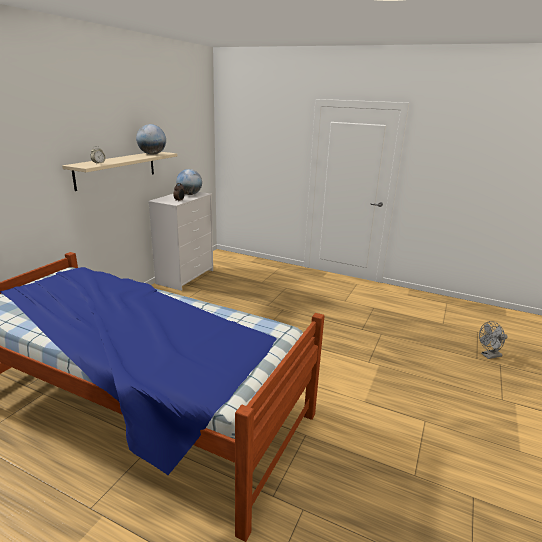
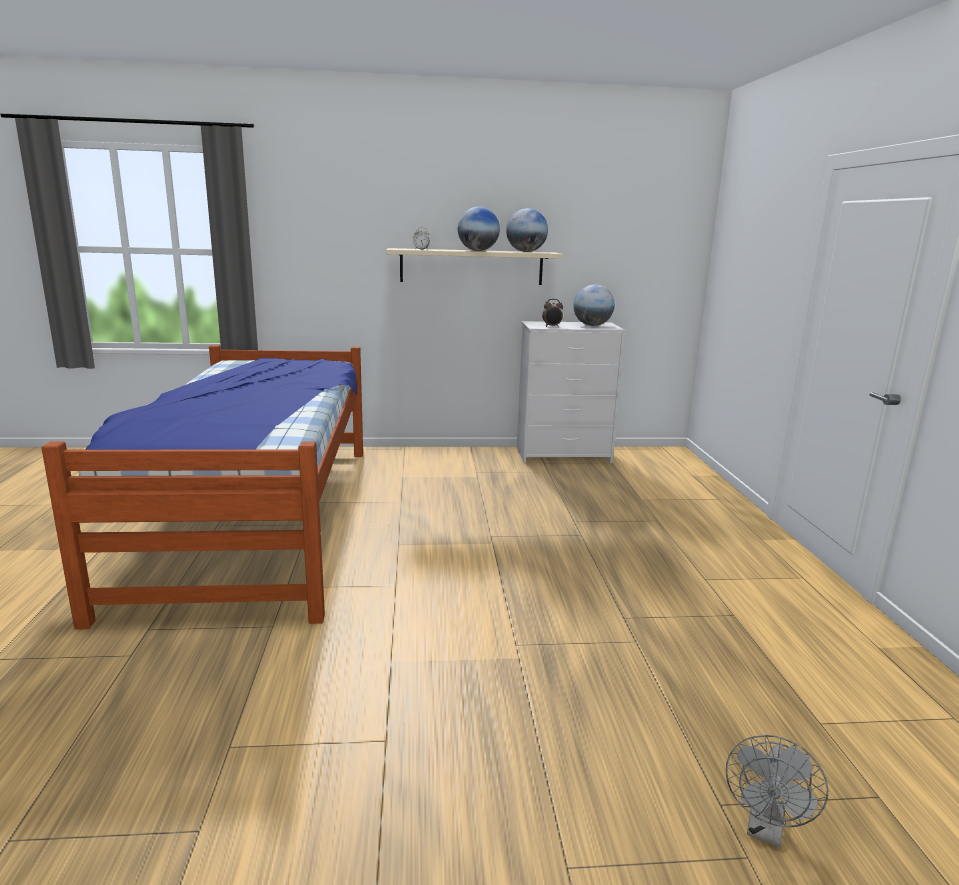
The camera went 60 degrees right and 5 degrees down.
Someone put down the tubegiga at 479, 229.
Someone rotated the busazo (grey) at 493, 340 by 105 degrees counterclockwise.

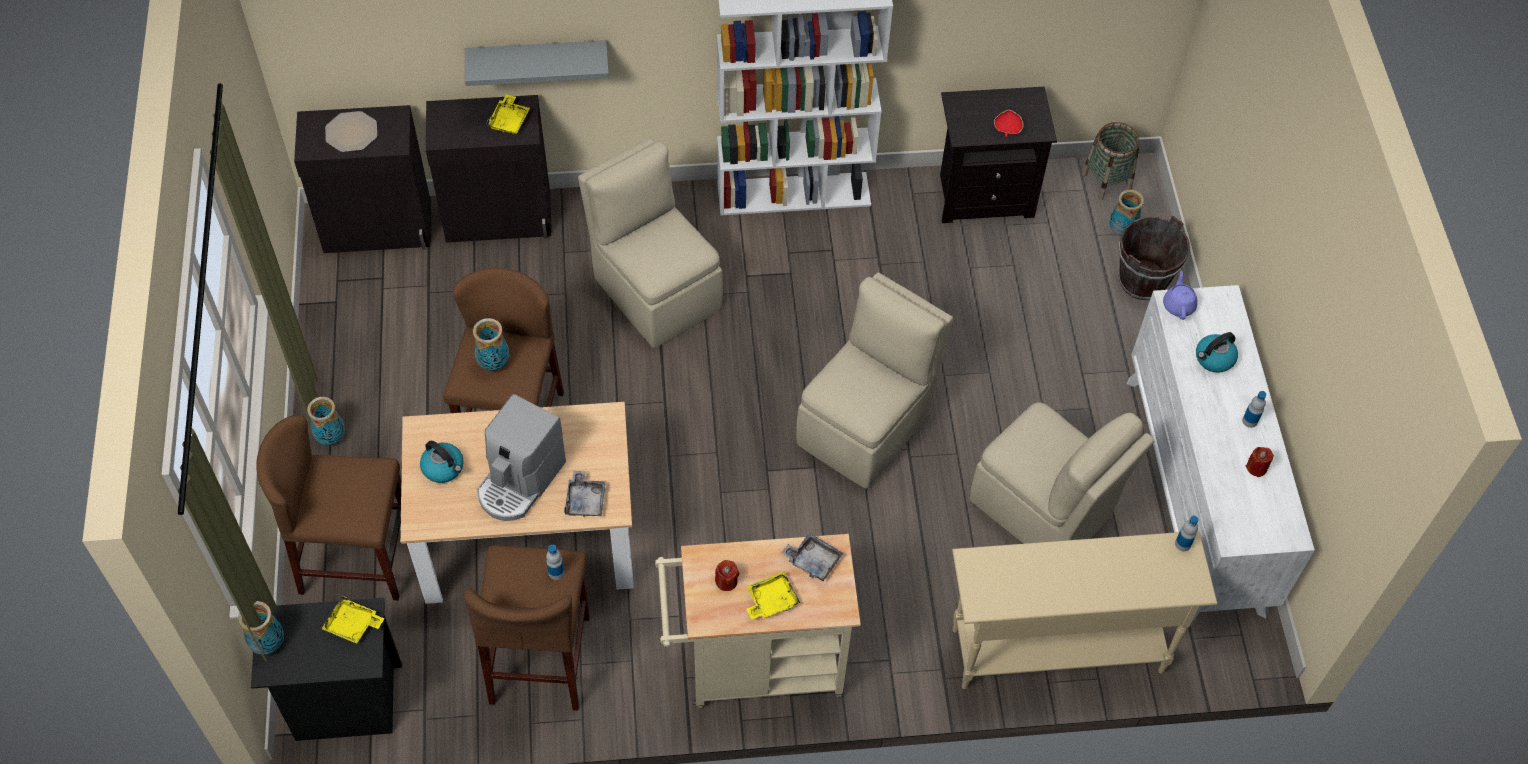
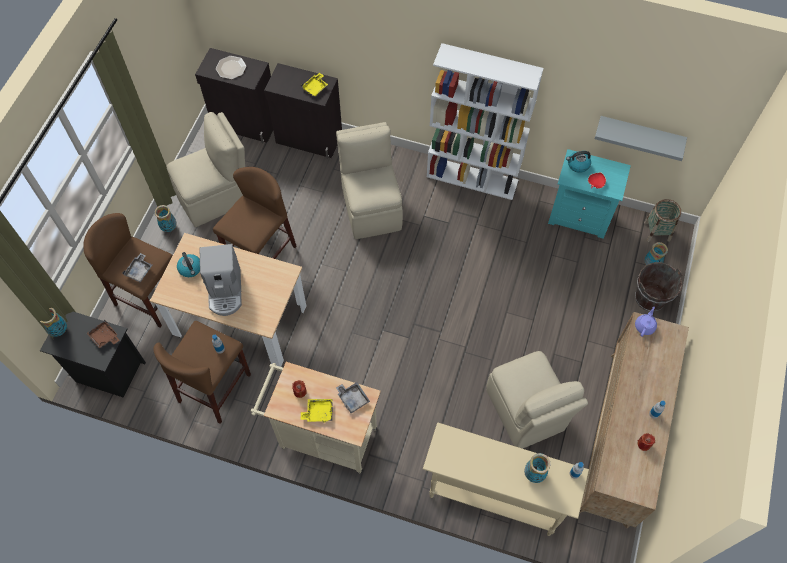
The camera went 25 degrees right and 5 degrees up.
Someone repainted the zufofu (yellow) at 352, 620, which became the zufofu (brown) at 103, 333.
Someone carried the zufofu (grey) from 585, 494 to 137, 267.
Someone carried the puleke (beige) from 874, 380 to 206, 169.
Someone rotated the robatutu at 521, 457 by 60 degrees counterclockwise.
Someone carried the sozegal from 491, 344 to 537, 468.
Someone repainted the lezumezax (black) at 998, 155, which became the lezumezax (turquoise) at 589, 194.
Someone carried the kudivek from 1217, 352 to 578, 162.
Someone repainted the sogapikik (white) at 1220, 453, which became the sogapikik (brown) at 634, 420.
Someone carried the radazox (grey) from 537, 63 to 641, 138.

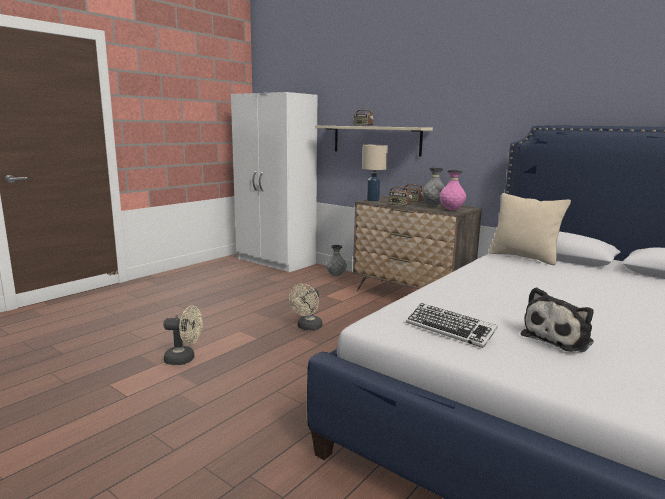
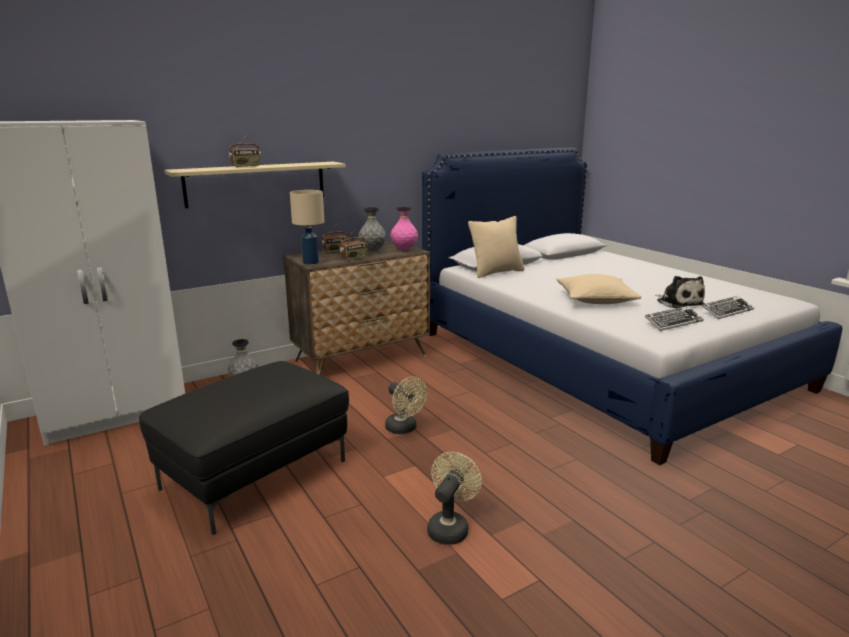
The camera went 70 degrees left and 5 degrees up.
Someone put down the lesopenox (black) at 244, 448.
Someone put down the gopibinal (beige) at 598, 289.
Someone put down the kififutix at 728, 307.

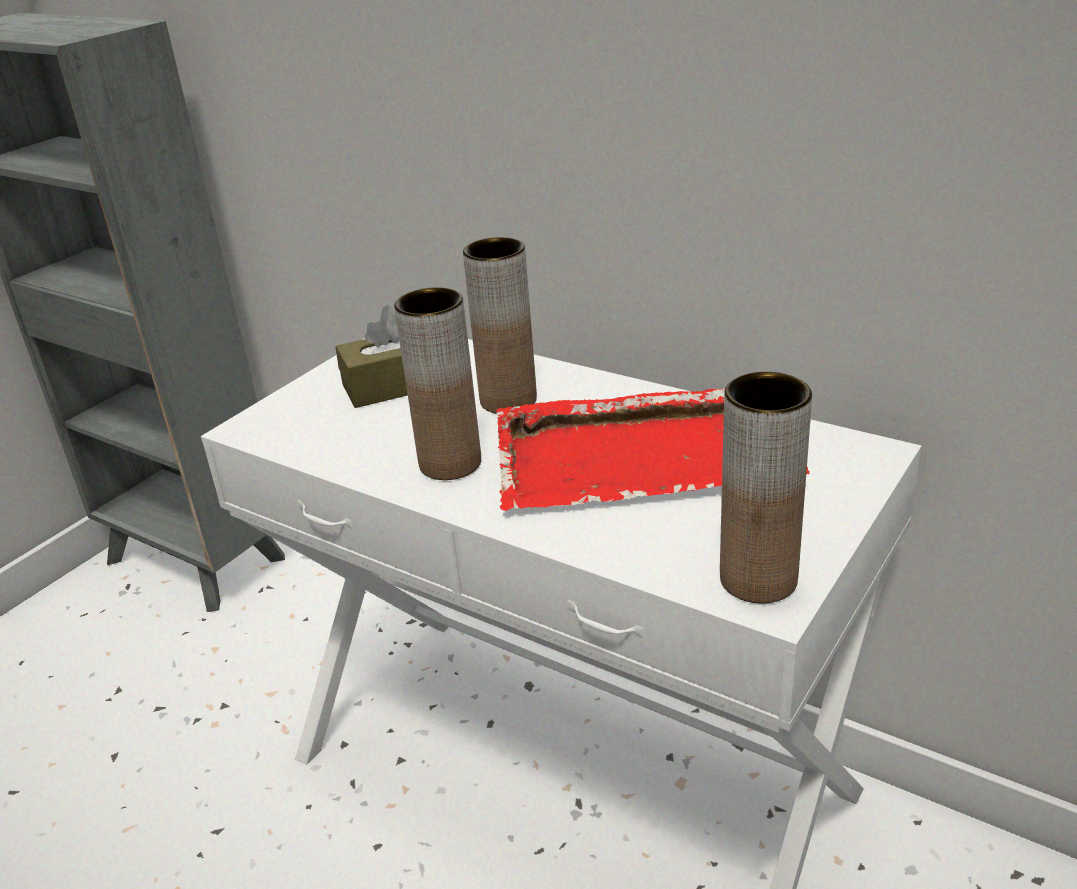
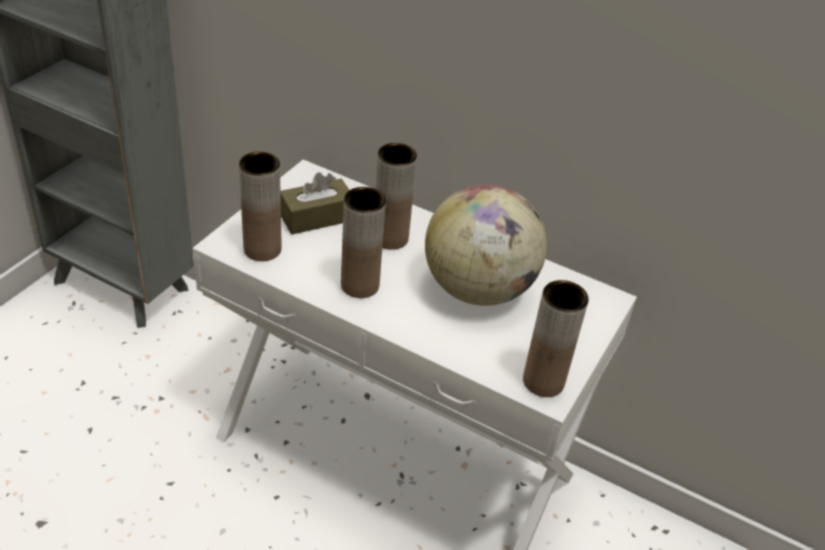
The camera went 10 degrees left and 10 degrees up.
Someone put down the sozegal (brown) at 260, 206.
Someone swapped the zufofu (red) at 653, 449 for the tubegiga at 486, 245.

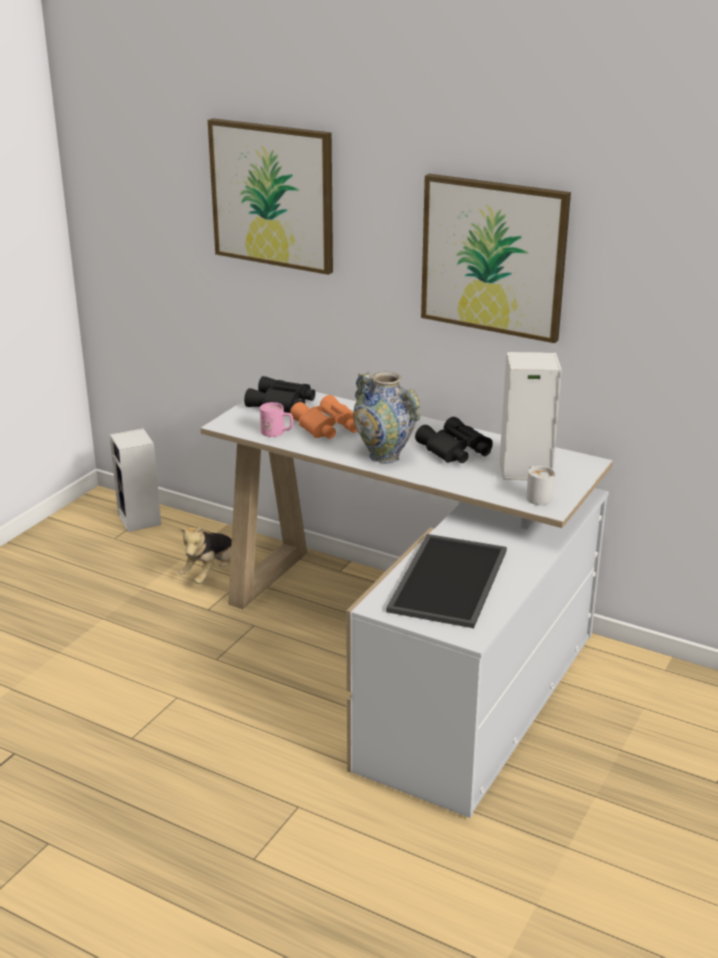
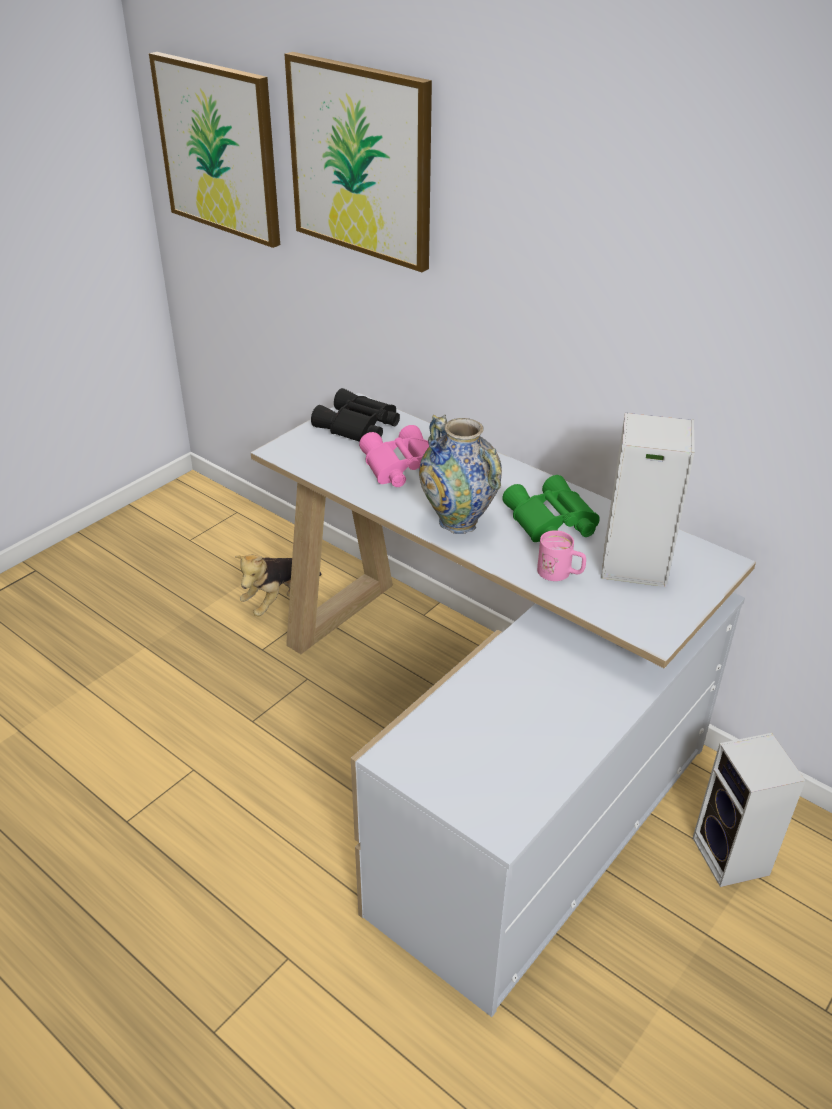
The camera went 10 degrees right and 10 degrees up.
Someone carried the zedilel from 496, 258 to 214, 150.
Someone repainted the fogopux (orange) at 323, 417, which became the fogopux (pink) at 394, 456.
Someone repainted the fogopux (black) at 454, 440, which became the fogopux (green) at 551, 508.
Someone carried the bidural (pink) from 276, 419 to 561, 555.
Someone carried the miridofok from 135, 480 to 749, 810.
Someone took away the zufofu at 446, 581.
Someone took away the bidural (white) at 540, 485.

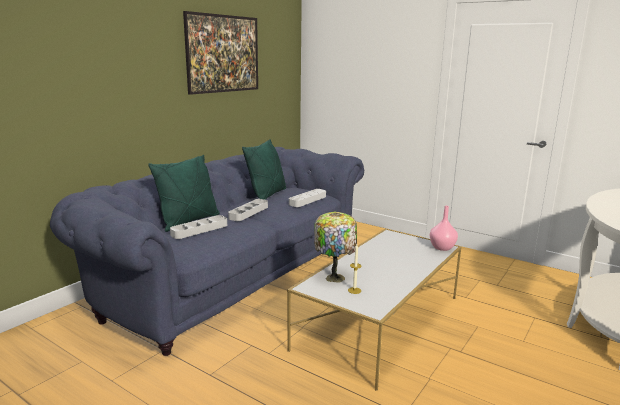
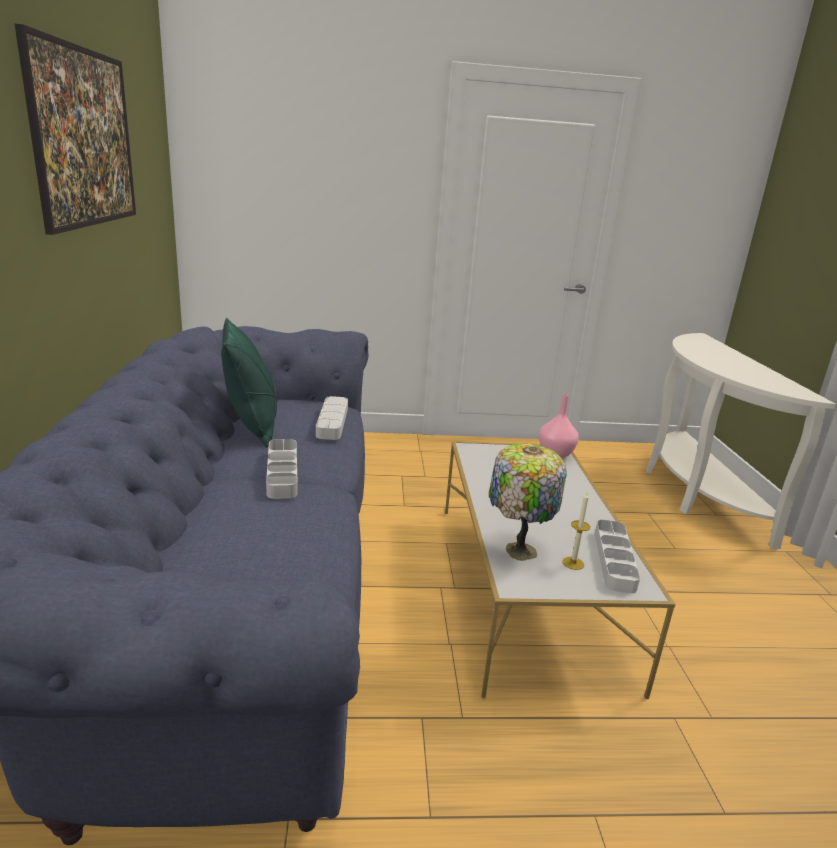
The camera went 40 degrees left and 5 degrees up.
Someone carried the zufofu (grey) from 198, 227 to 617, 556.
Someone took away the gopibinal (green) at 184, 193.

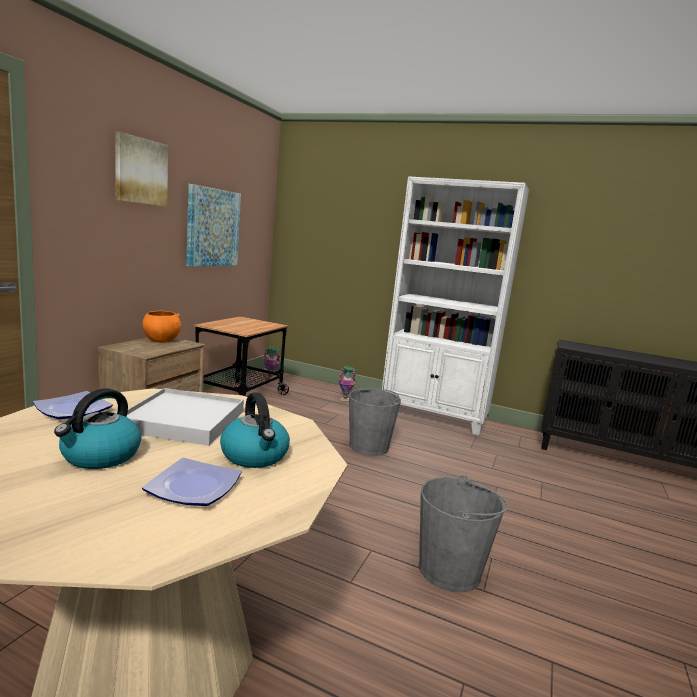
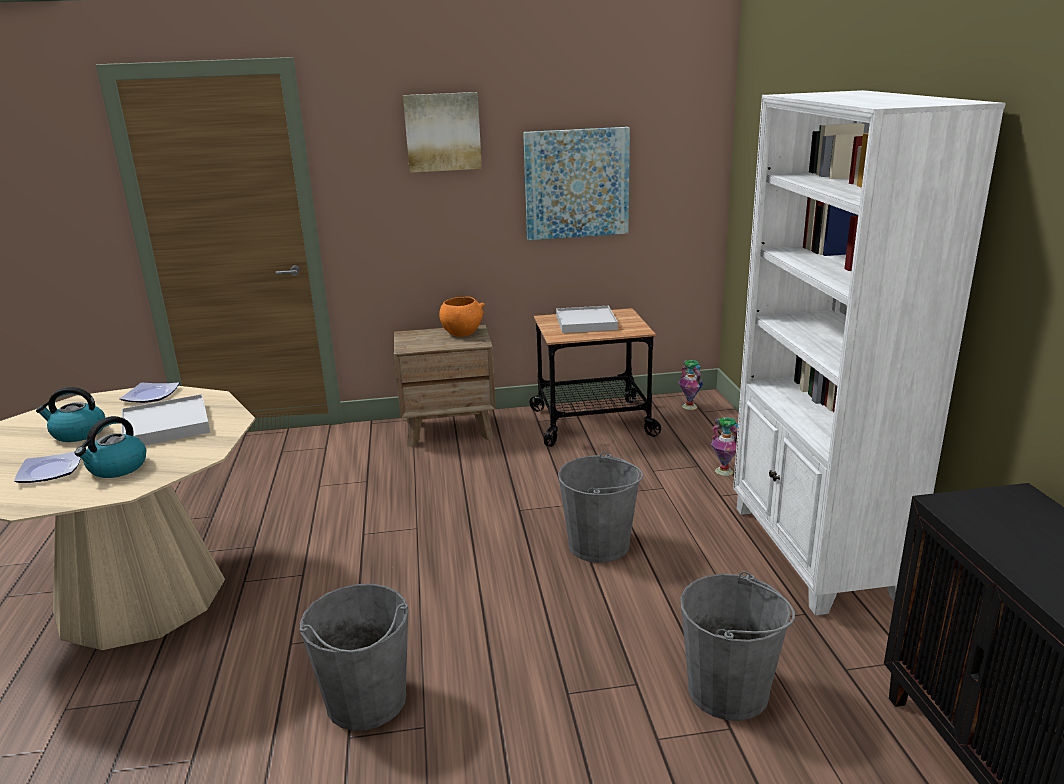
The camera went 60 degrees right and 10 degrees up.
Someone put down the zufofu (white) at 587, 319.
Someone put down the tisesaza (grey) at 738, 646.

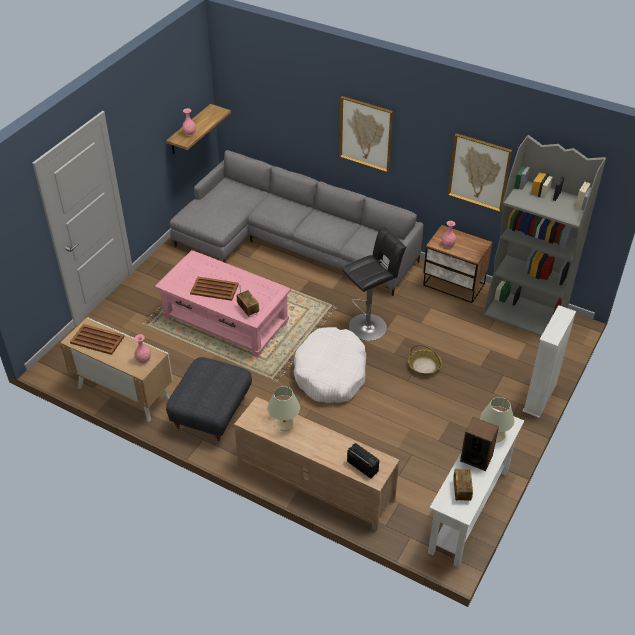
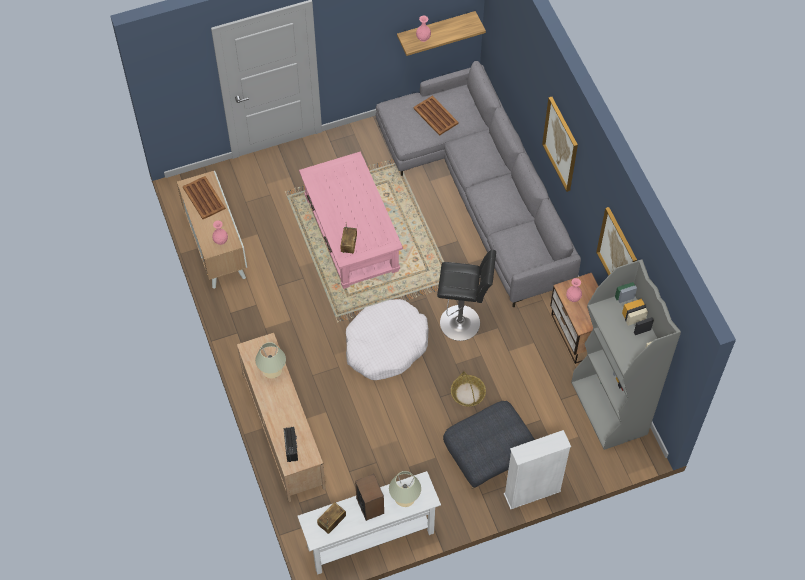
The camera went 40 degrees right and 15 degrees up.
Someone carried the zufofu (brown) from 214, 289 to 436, 116.
Someone carried the lesopenox (grey) from 209, 400 to 489, 445.

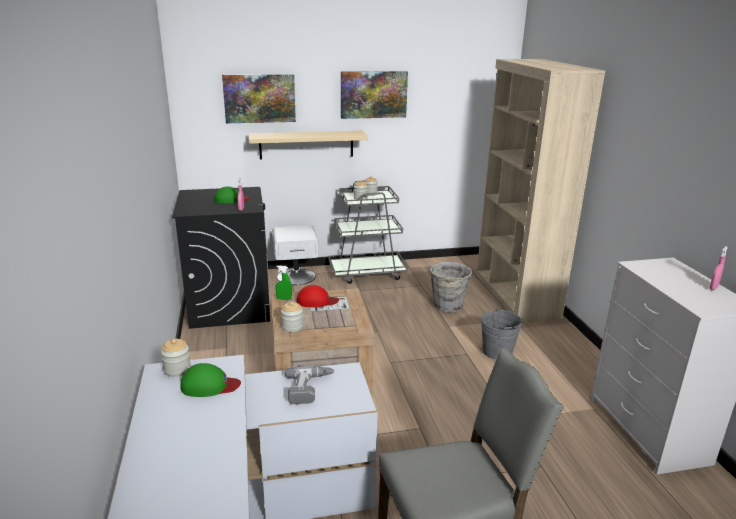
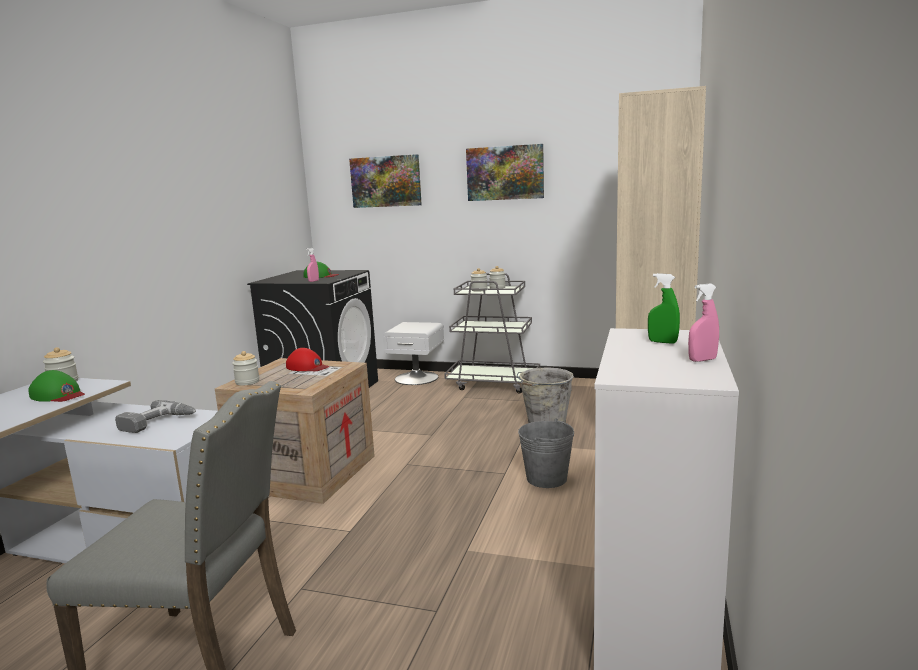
The camera went 30 degrees right and 10 degrees down.
Someone carried the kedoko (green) from 284, 283 to 664, 308.
Someone took away the radazox (beige) at 308, 145.

